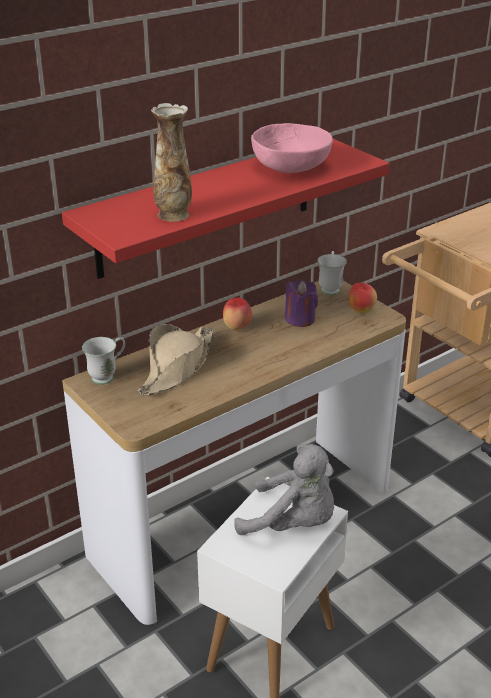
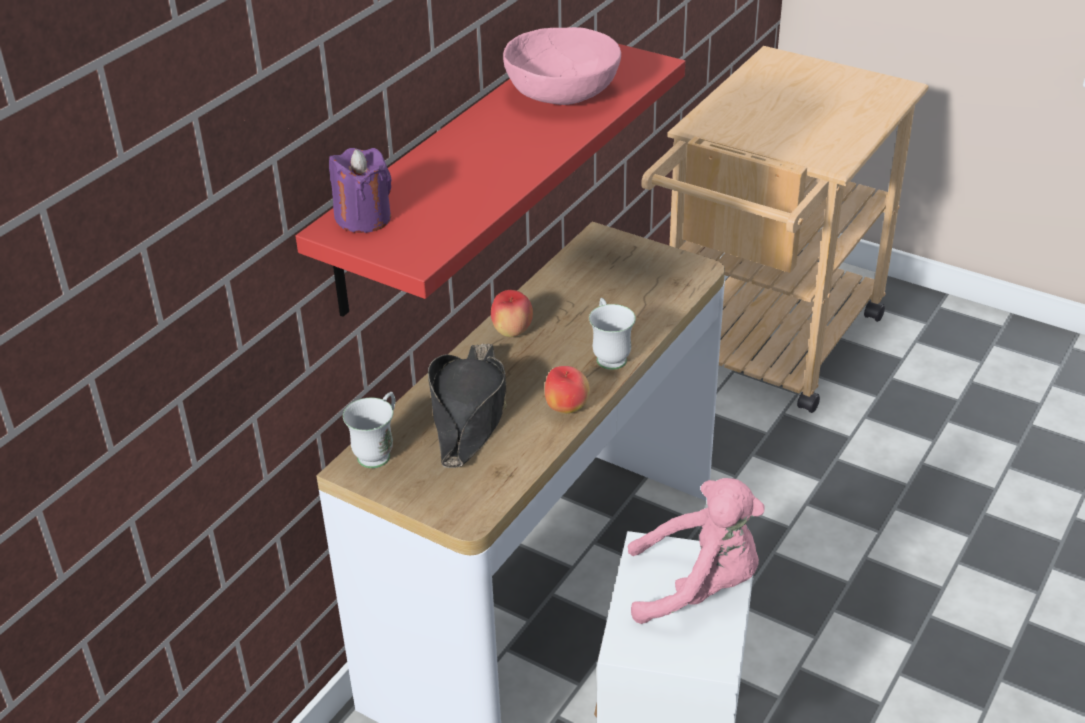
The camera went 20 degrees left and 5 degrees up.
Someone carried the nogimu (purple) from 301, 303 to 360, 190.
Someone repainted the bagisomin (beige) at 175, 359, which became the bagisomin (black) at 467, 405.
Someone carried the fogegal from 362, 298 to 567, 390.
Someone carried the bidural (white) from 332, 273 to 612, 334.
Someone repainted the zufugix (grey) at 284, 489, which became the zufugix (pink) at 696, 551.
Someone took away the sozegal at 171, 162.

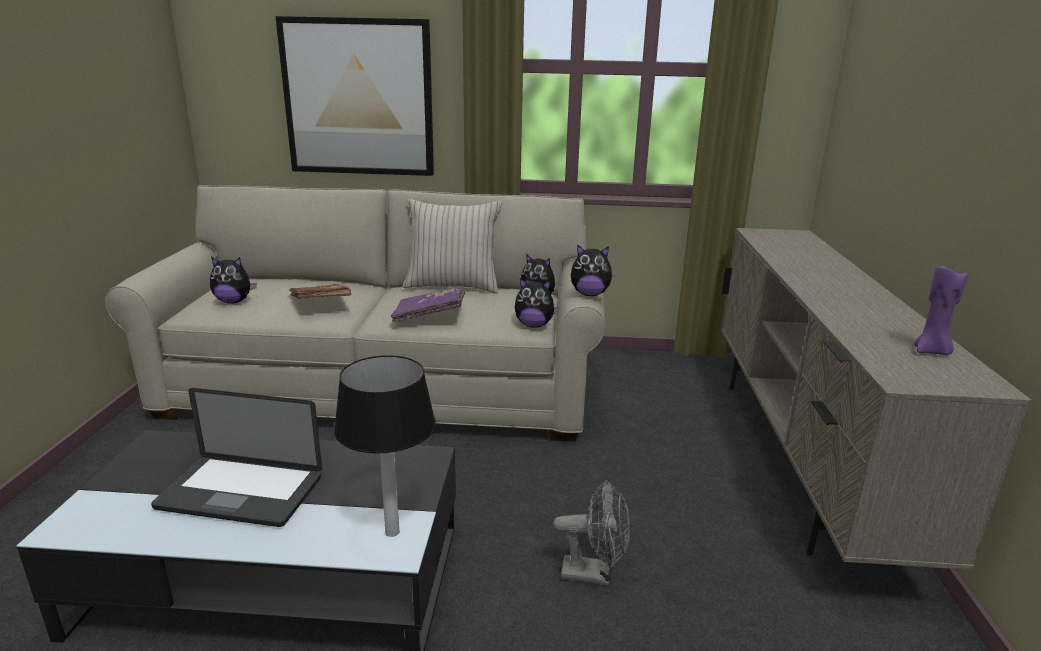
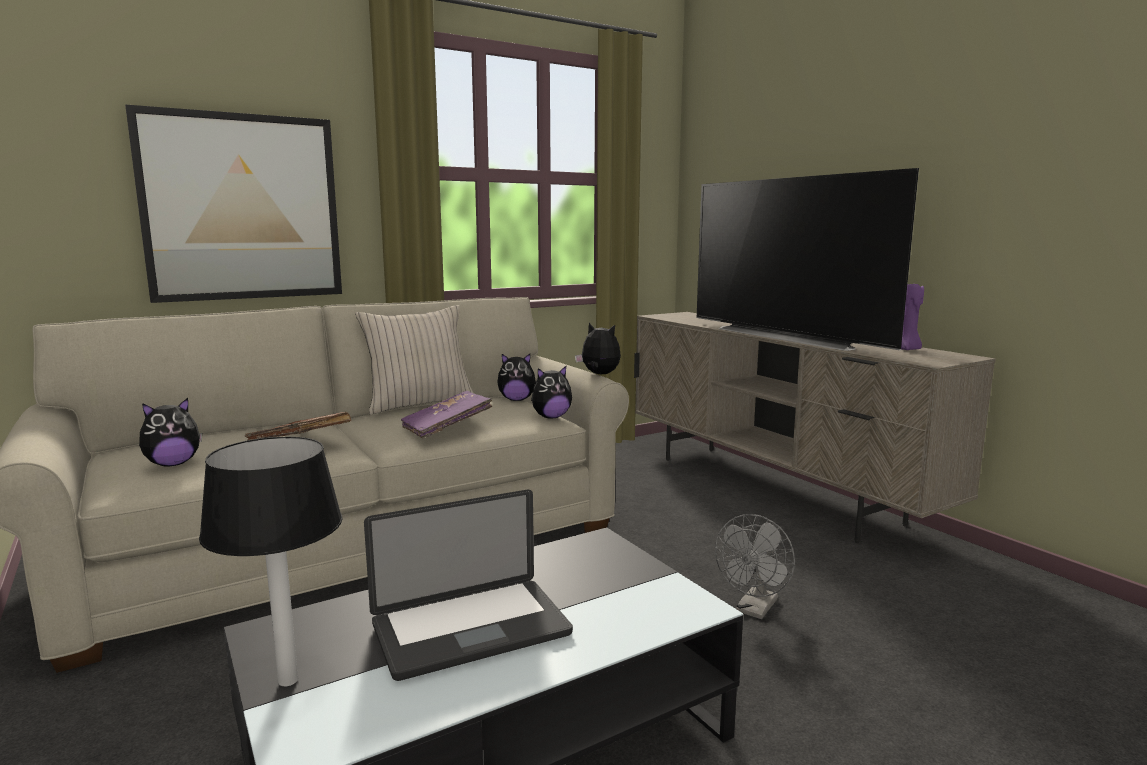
The camera went 35 degrees left and 10 degrees down.
Someone carried the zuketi from 385, 446 to 270, 562.
Someone rotated the zufugix at 593, 270 by 120 degrees counterclockwise.
Someone put down the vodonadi at 808, 259.
Someone rotated the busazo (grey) at 591, 533 by 150 degrees clockwise.

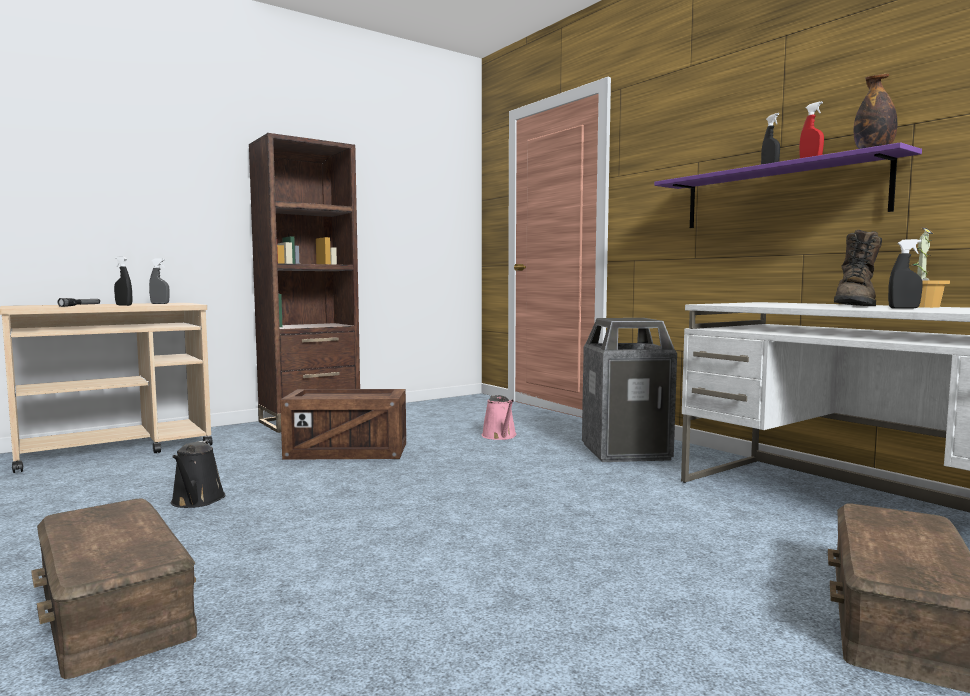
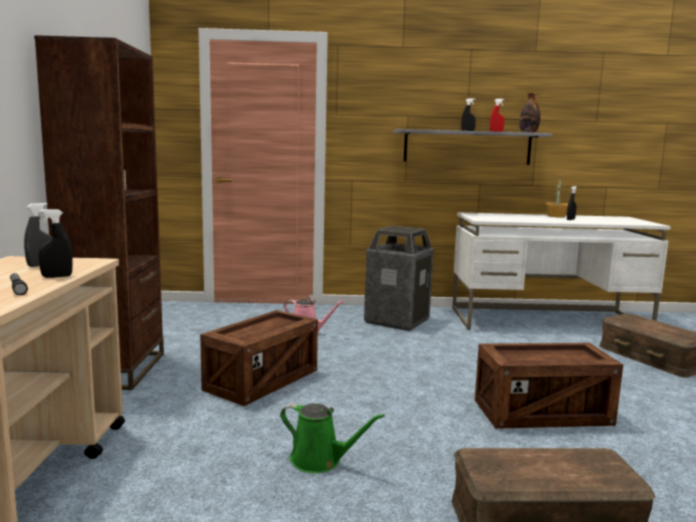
The camera went 55 degrees left and 5 degrees up.
Someone repainted the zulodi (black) at 198, 474, which became the zulodi (green) at 332, 438.
Someone repainted the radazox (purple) at 788, 185, which became the radazox (grey) at 472, 147.
Someone put down the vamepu at 549, 386.
Someone took away the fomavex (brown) at 858, 268.

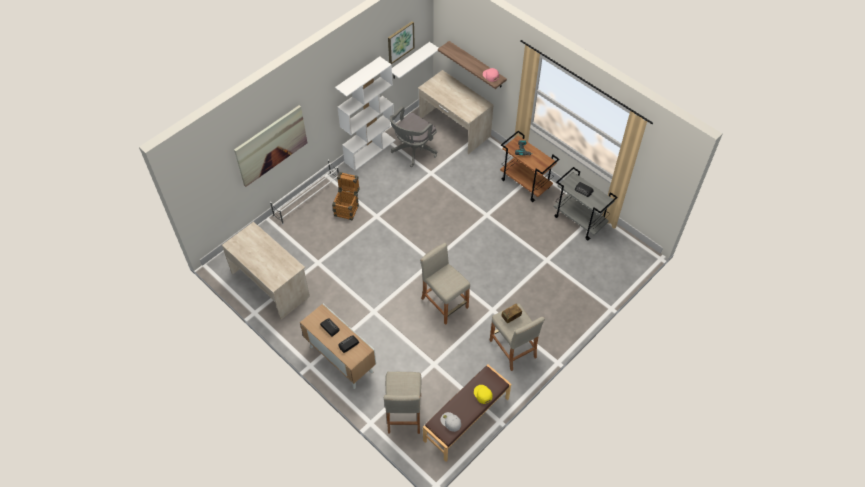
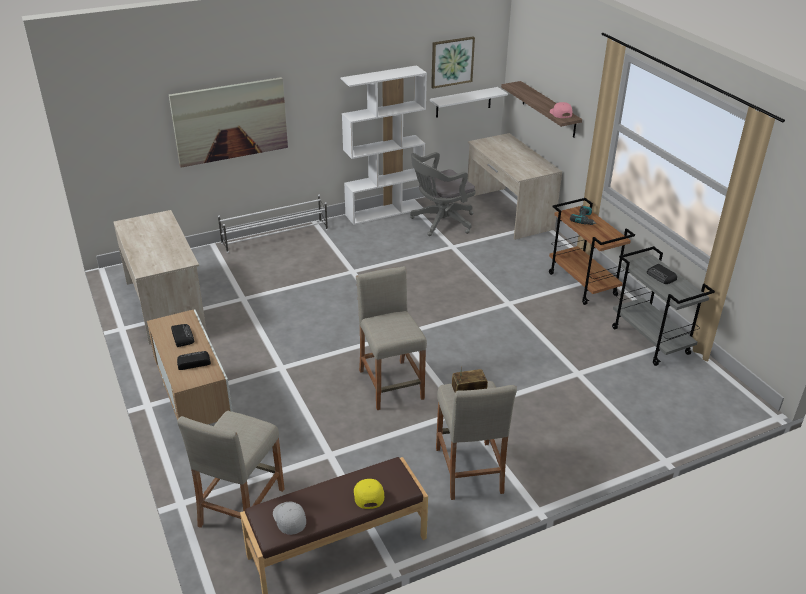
The camera went 20 degrees right and 20 degrees down.
Someone took away the vamepu at 346, 196.

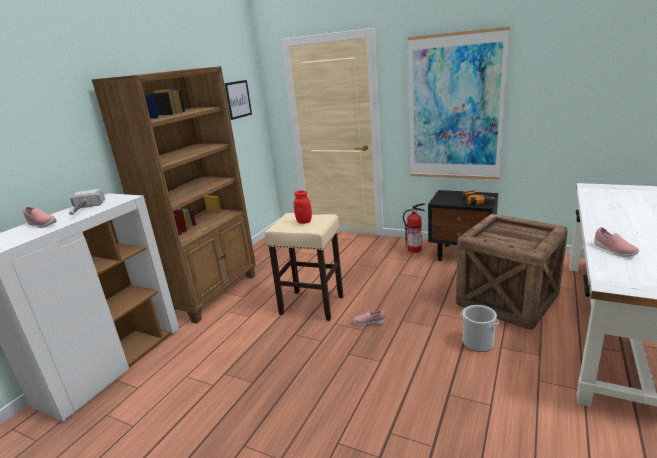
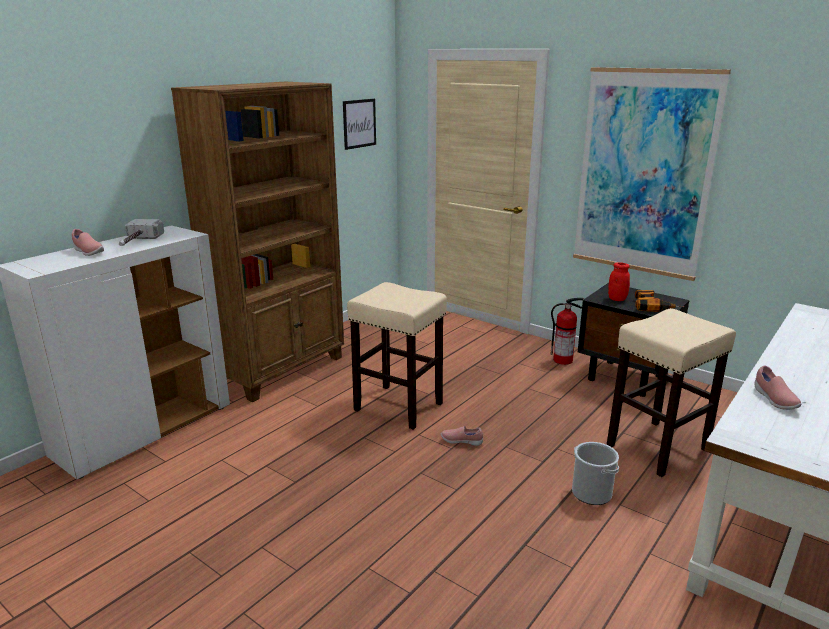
The camera went 10 degrees right and 0 degrees up.
Someone swapped the vamepu at 512, 272 for the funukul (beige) at 671, 392.
Someone carried the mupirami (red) from 303, 207 to 619, 281.

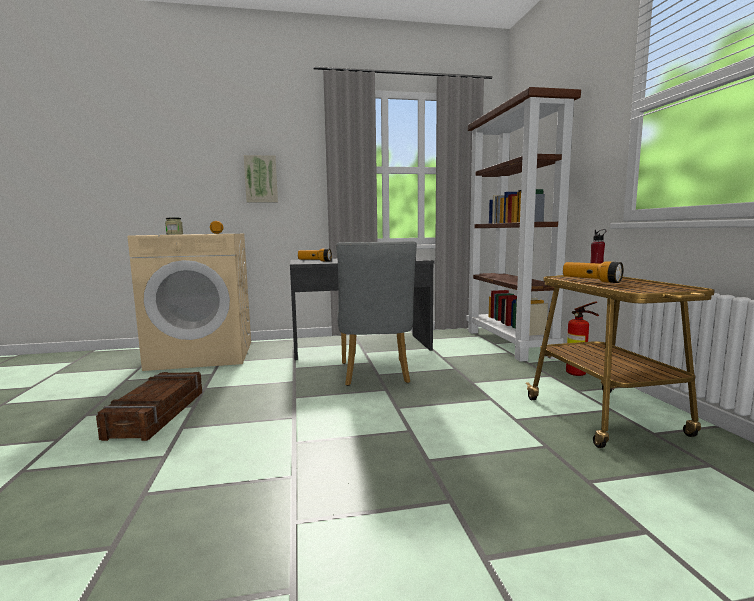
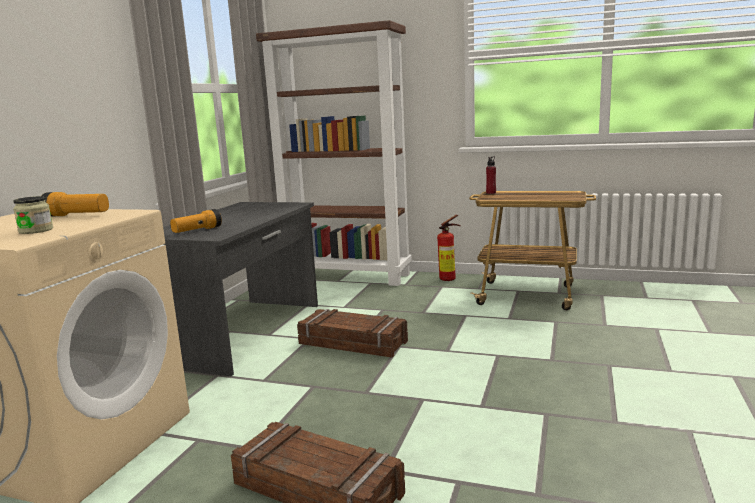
The camera went 60 degrees left and 5 degrees up.
Someone swapped the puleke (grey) at 376, 313 for the vamepu at 352, 333.
Someone took away the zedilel at 261, 178.
Someone took away the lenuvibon at 593, 272.

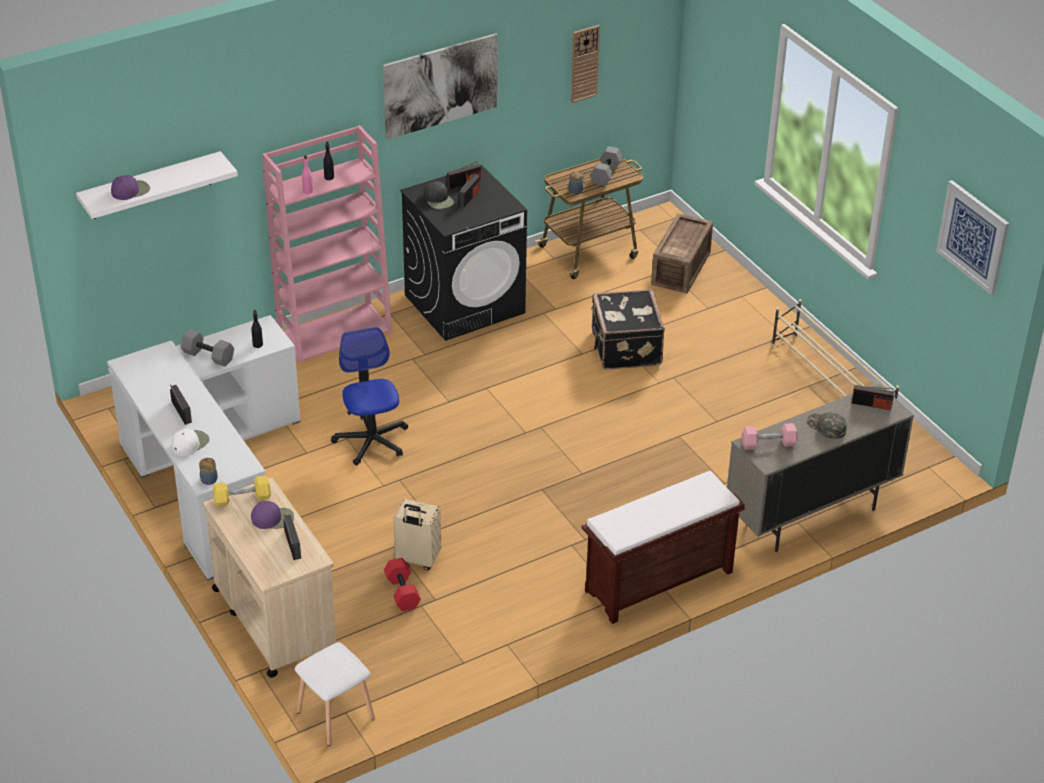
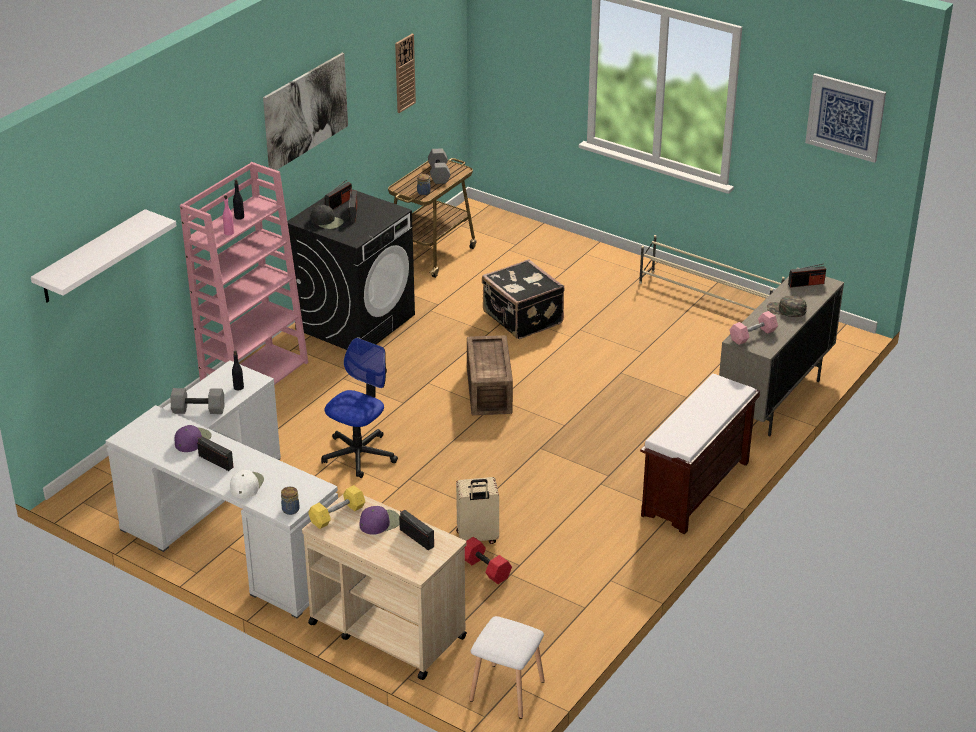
The camera went 25 degrees left and 5 degrees down.
Someone carried the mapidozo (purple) from 130, 187 to 193, 438.
Someone rotated the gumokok at 369, 396 by 75 degrees clockwise.
Someone carried the vamepu from 682, 253 to 490, 375.

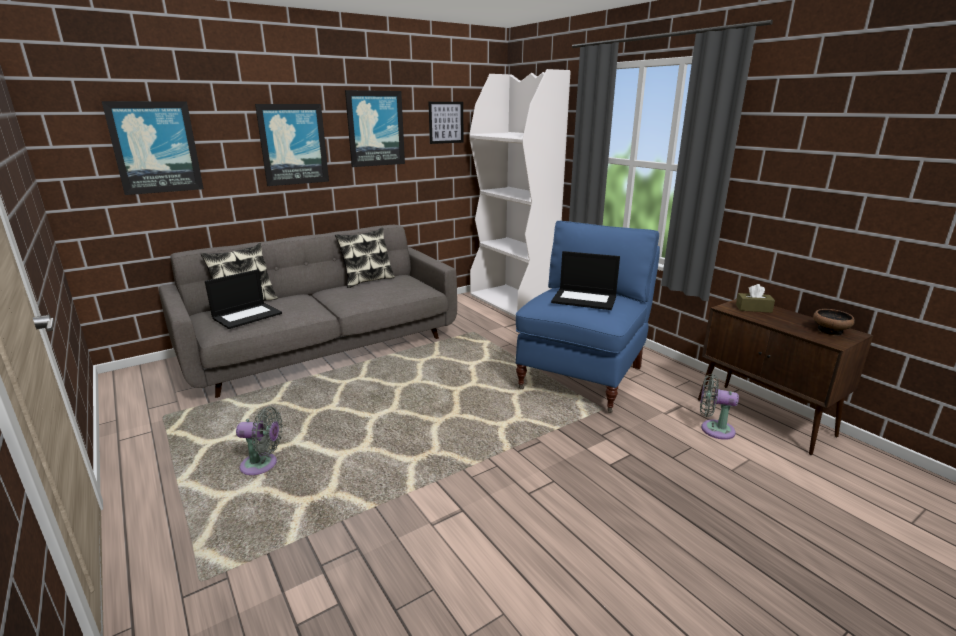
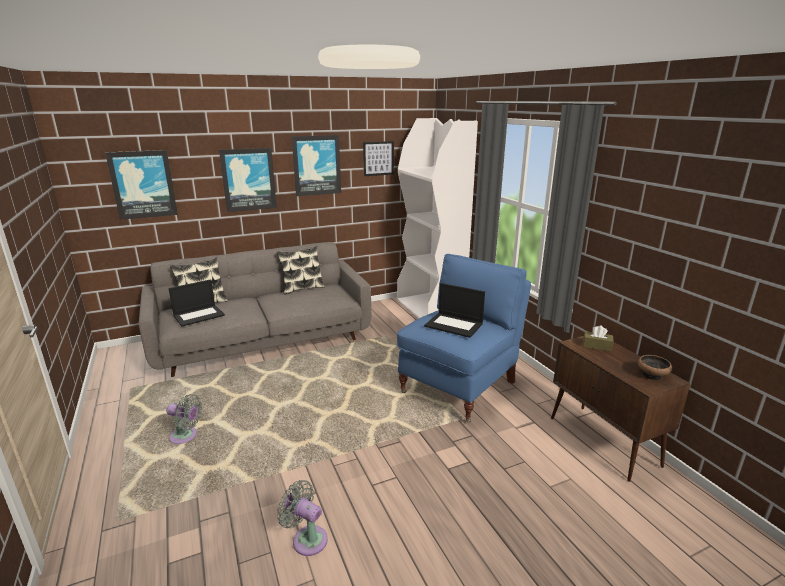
The camera went 10 degrees right and 0 degrees up.
Someone carried the busazo (grey) from 719, 407 to 302, 518.

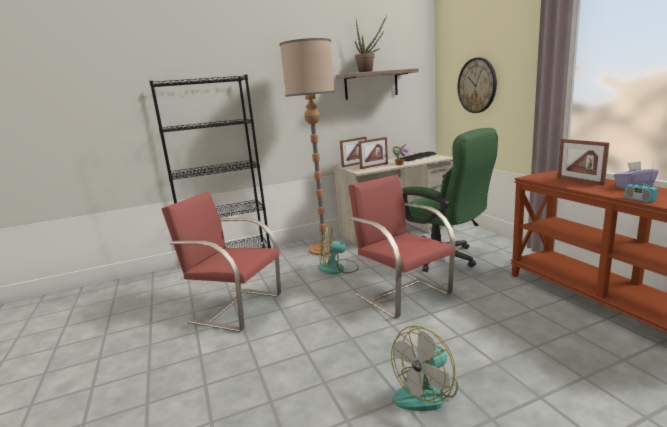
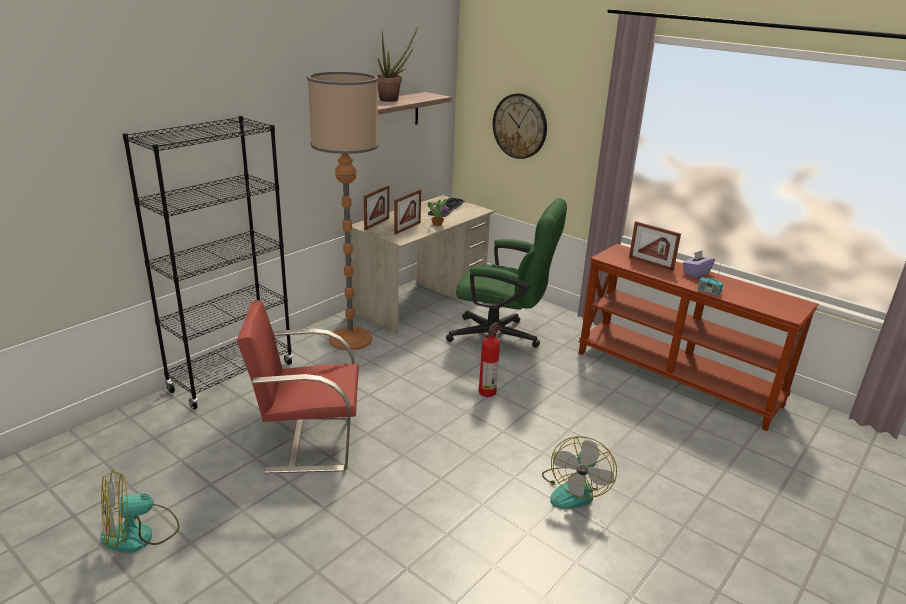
The camera went 30 degrees left and 10 degrees up.
Someone carried the busazo from 338, 250 to 140, 511.
Someone swapped the puleke (red) at 401, 246 for the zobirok at 490, 359.

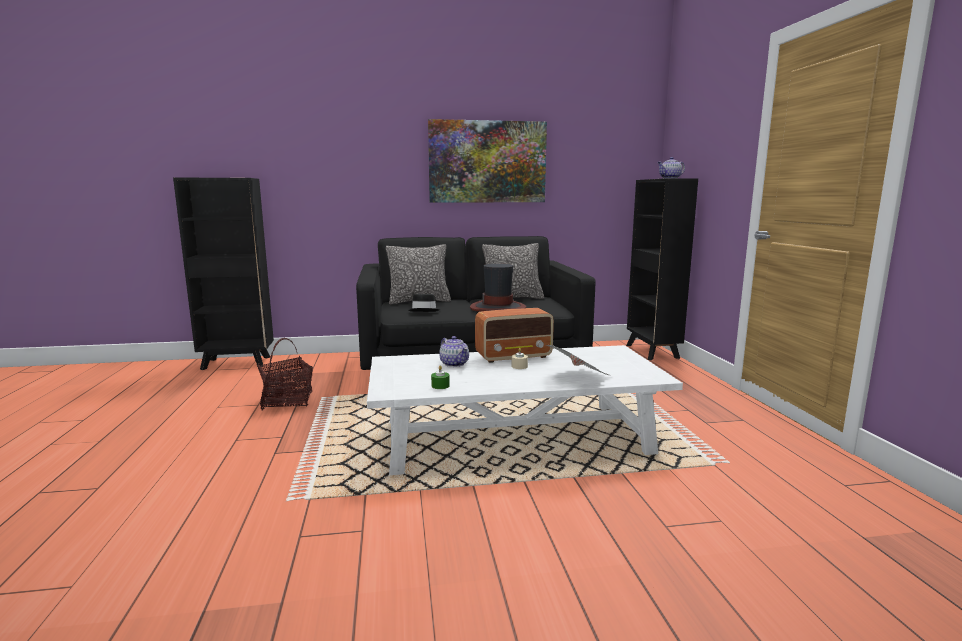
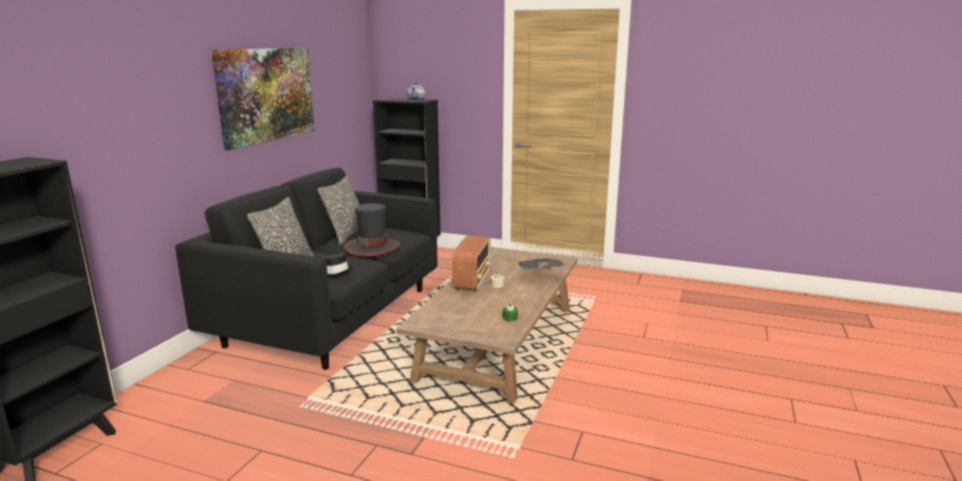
The camera went 60 degrees left and 5 degrees up.
Someone repainted the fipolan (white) at 525, 410, which became the fipolan (brown) at 487, 325.
Someone took away the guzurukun at 285, 374.
Someone took away the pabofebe at 454, 351.

